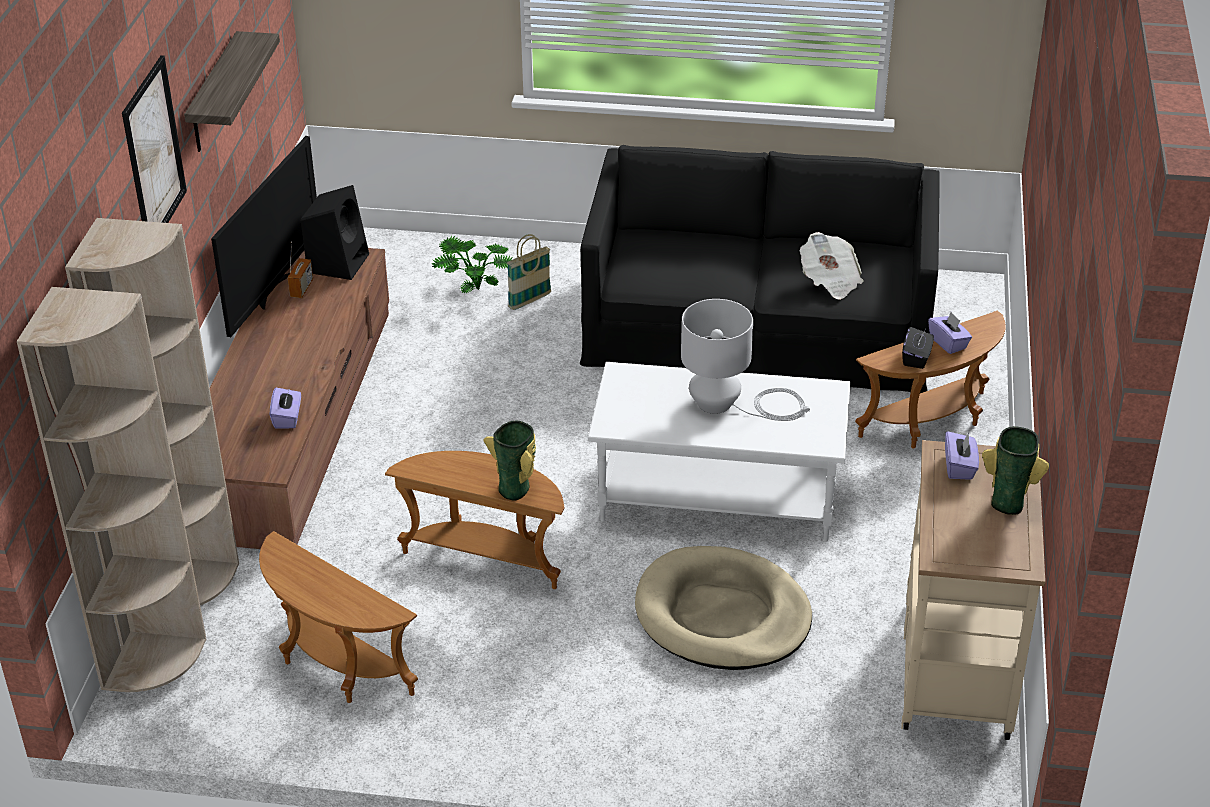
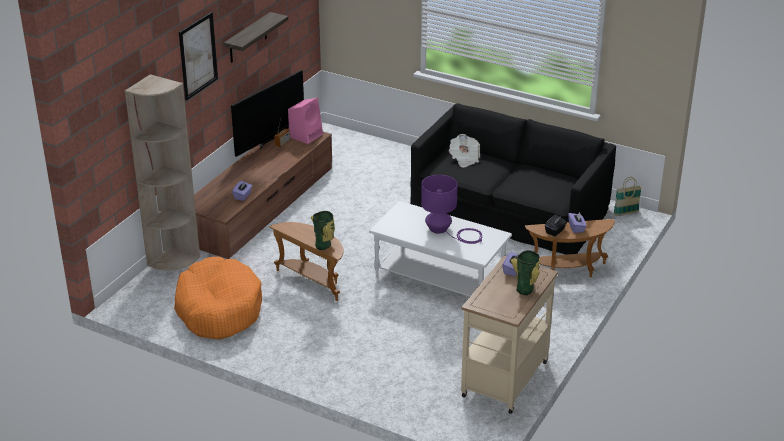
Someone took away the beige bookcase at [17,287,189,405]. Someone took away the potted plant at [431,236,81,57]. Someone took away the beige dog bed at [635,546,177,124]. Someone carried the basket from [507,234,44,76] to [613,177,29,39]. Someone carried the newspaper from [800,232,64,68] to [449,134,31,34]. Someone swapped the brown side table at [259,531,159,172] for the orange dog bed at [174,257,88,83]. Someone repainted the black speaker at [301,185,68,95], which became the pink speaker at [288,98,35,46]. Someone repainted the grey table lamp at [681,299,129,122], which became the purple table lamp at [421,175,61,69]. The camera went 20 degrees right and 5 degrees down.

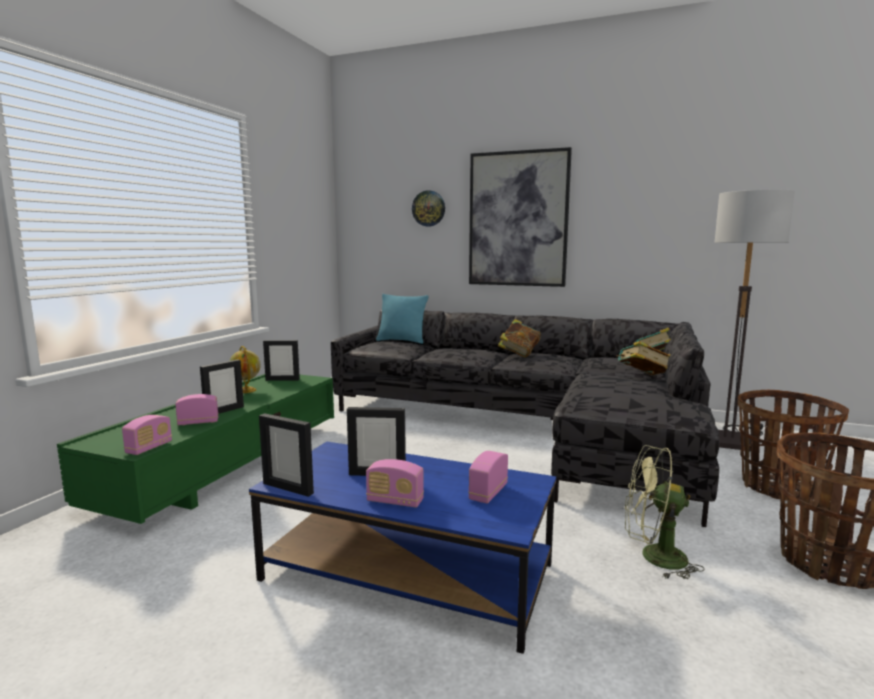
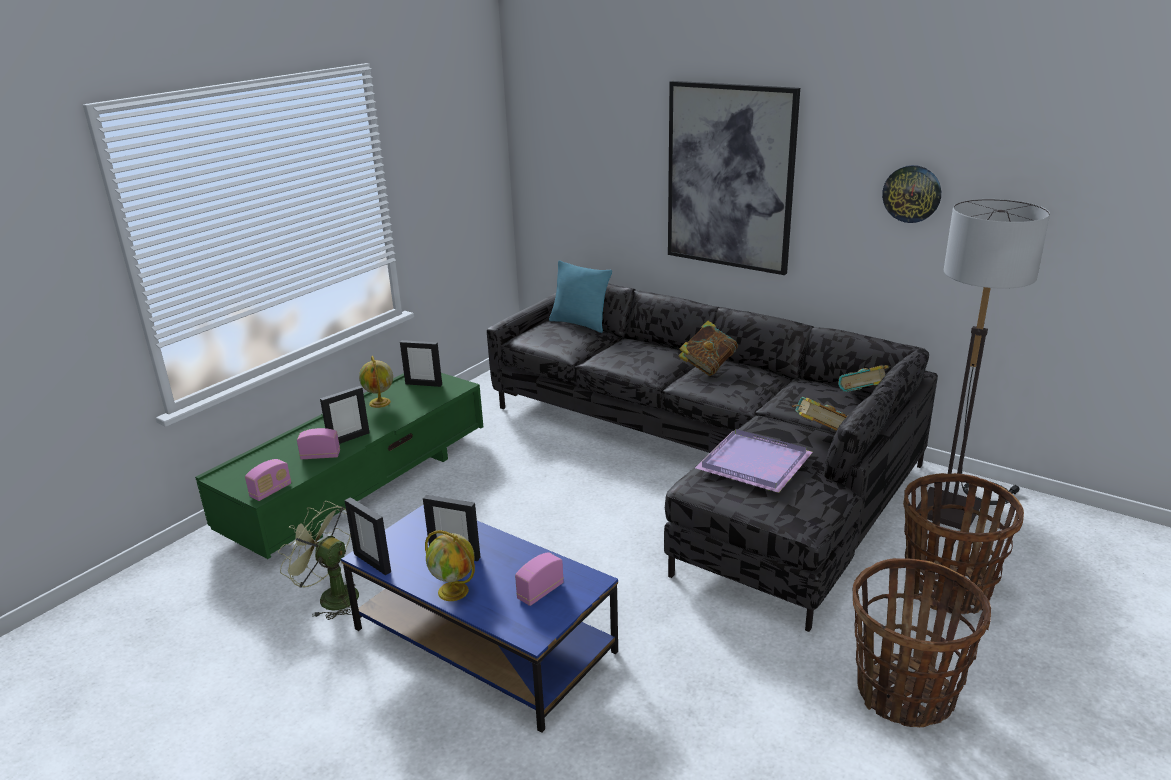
Someone put down the purple tray at [695,429,118,64]. Someone carried the wall clock from [412,190,33,37] to [882,165,59,58]. Someone carried the green fan from [625,445,80,134] to [278,501,81,119]. Someone swapped the radio at [366,459,58,49] for the globe at [425,530,50,71]. The camera went 15 degrees right and 15 degrees up.

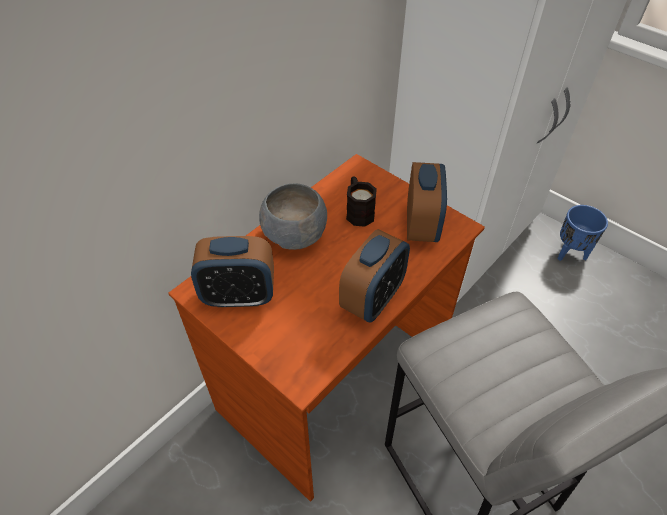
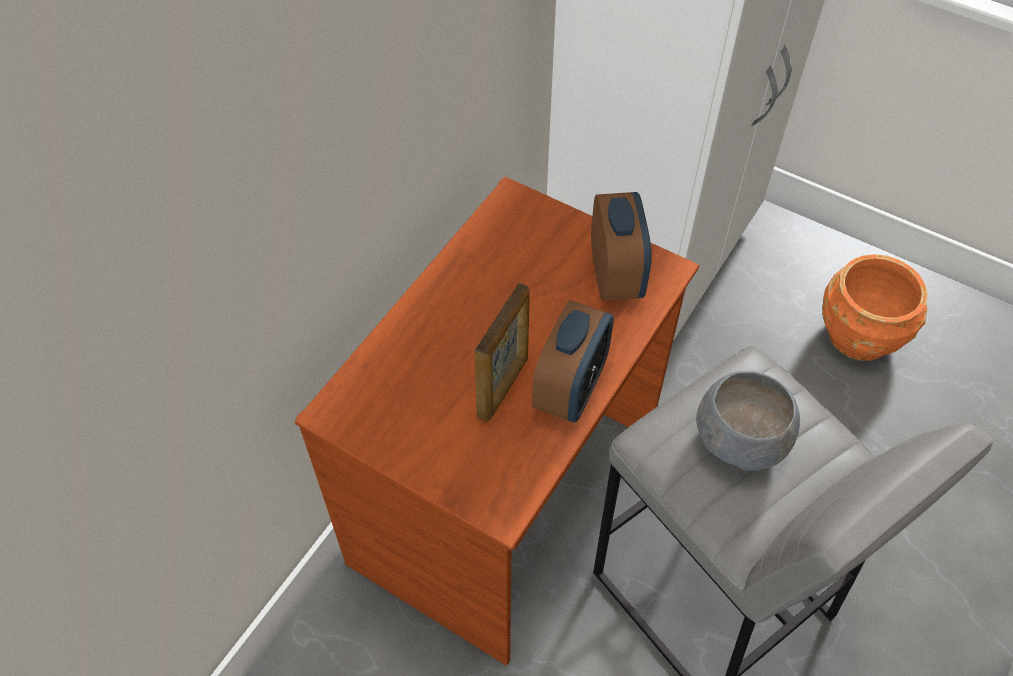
Someone took away the alarm clock at [191,236,83,72]. Someone took away the black mug at [346,177,31,50]. Someone took away the blue planter at [557,205,51,56]. Someone put down the picture frame at [474,283,56,138]. Someone put down the orange planter at [822,254,106,107]. Someone carried the grey bowl from [259,183,68,67] to [696,371,104,100]. The camera went 10 degrees left and 5 degrees up.

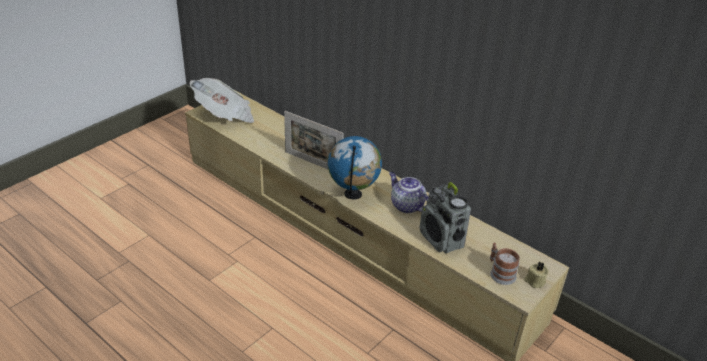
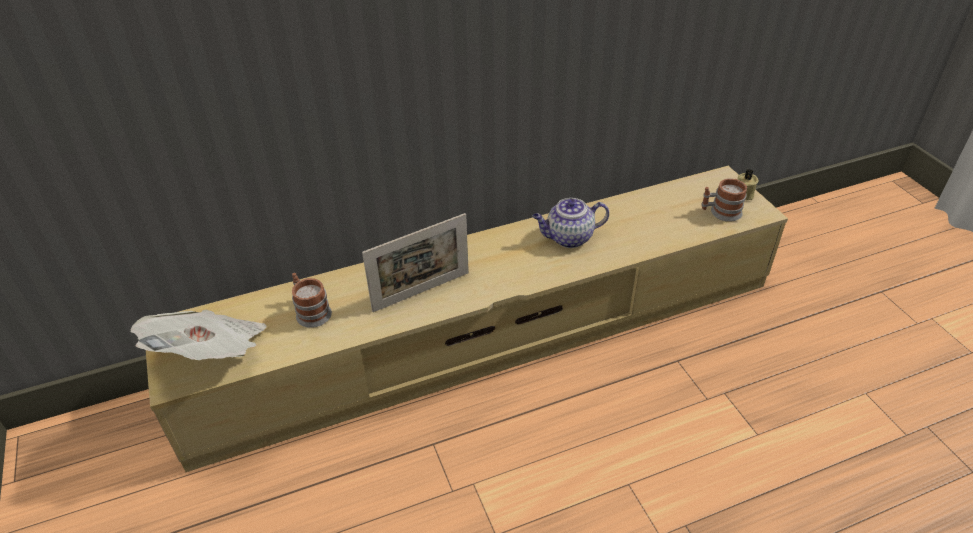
Someone took away the globe at [328,136,54,64]. Someone took away the radio at [420,182,51,71]. Someone put down the mug at [292,273,40,55]. The camera went 60 degrees left and 5 degrees up.

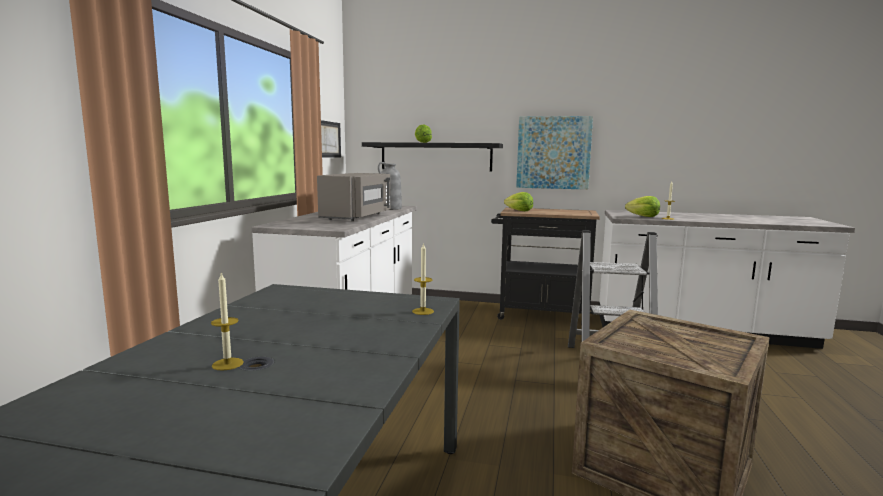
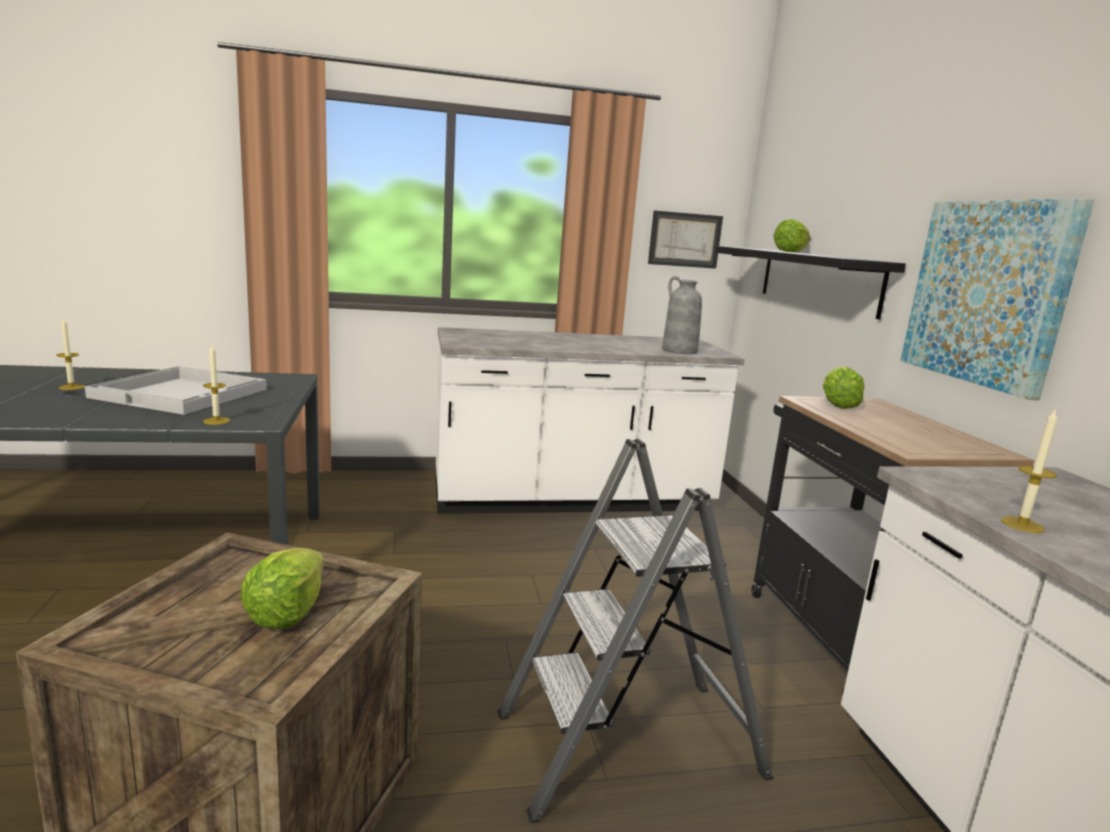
Someone took away the grey microwave at [317,173,73,48]. Someone put down the white tray at [85,366,182,49]. Someone carried the lettuce from [625,196,35,21] to [240,548,84,81]. The camera went 65 degrees right and 5 degrees up.

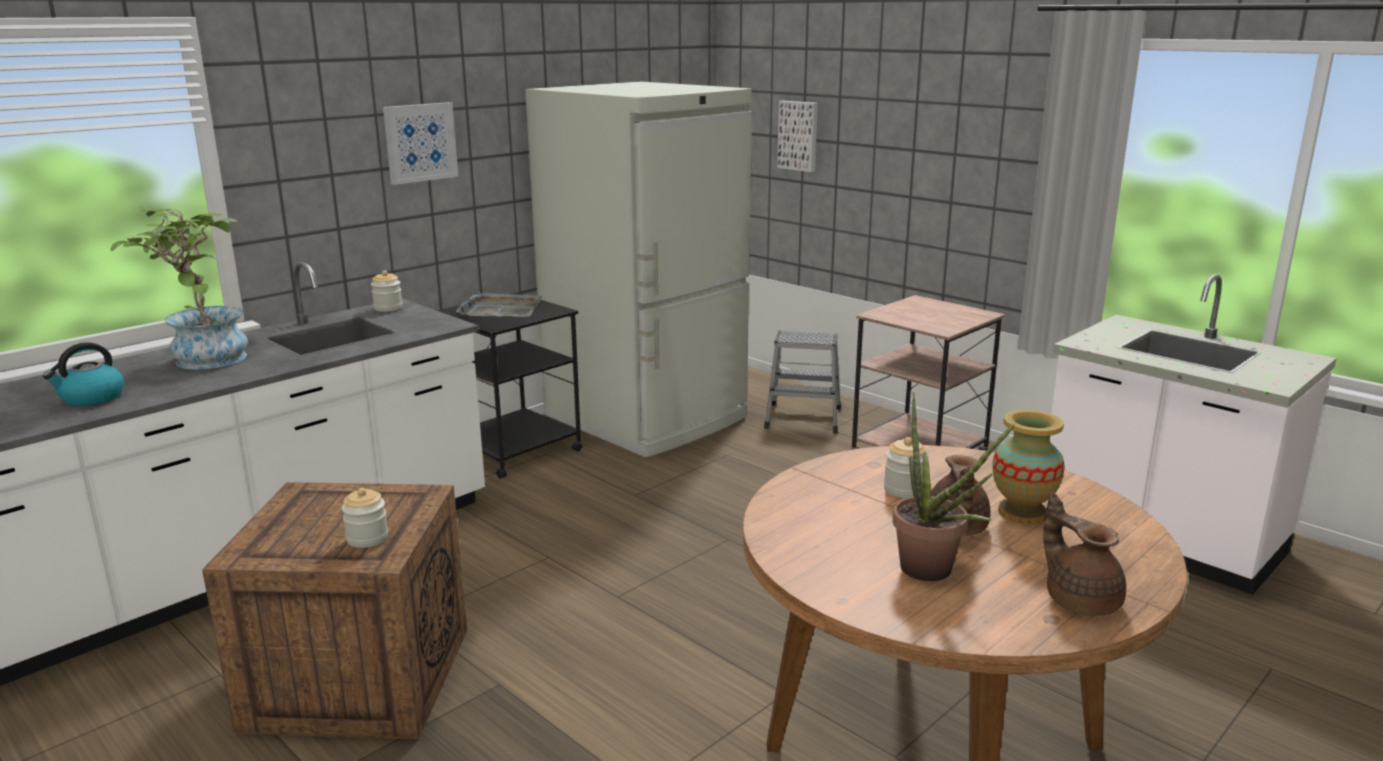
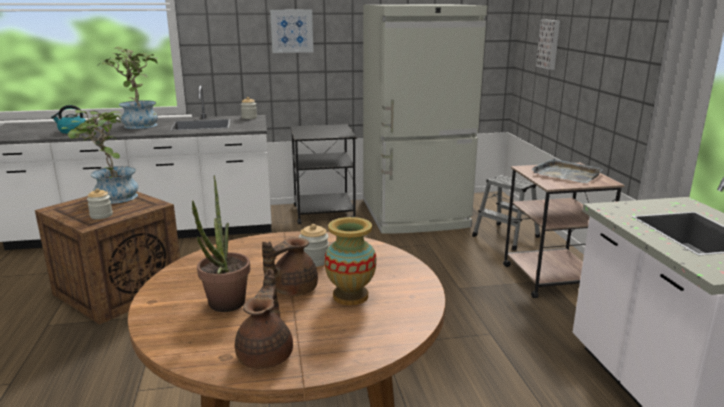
Someone put down the potted plant at [61,110,77,94]. Someone carried the grey tray from [456,292,86,25] to [531,158,72,25]. The camera went 35 degrees right and 0 degrees up.

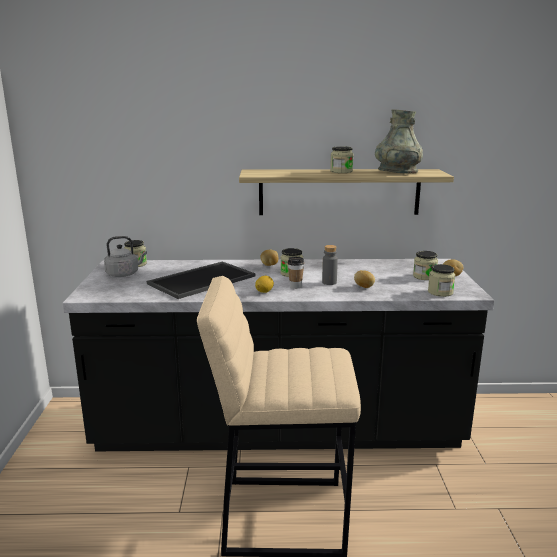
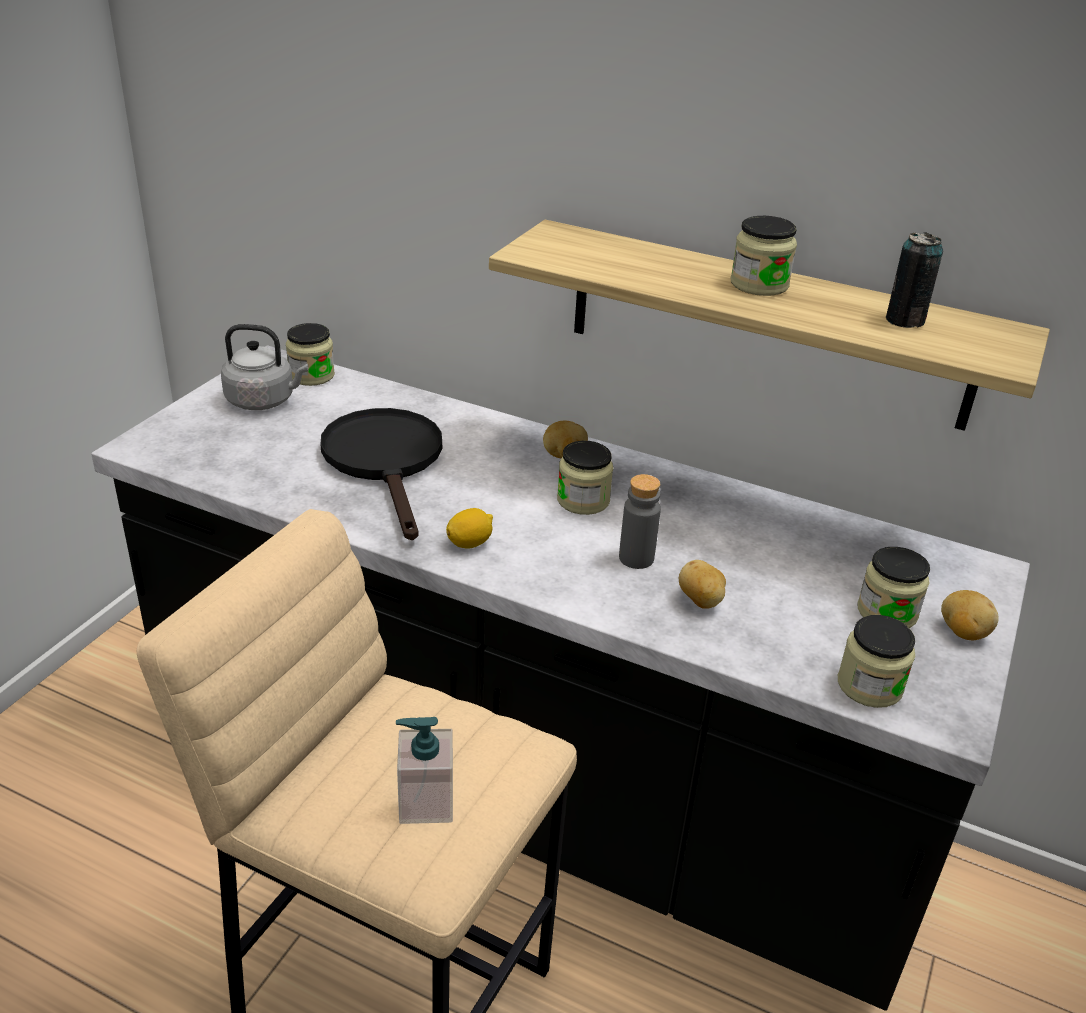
Someone took away the cup at [288,257,16,32]. Someone put down the soap dispenser at [396,717,57,107]. Someone swapped the tray at [147,261,108,38] for the black frying pan at [320,408,122,132]. Someone swapped the grey vase at [375,109,48,64] for the can at [886,232,57,96]. The camera went 25 degrees right and 15 degrees up.

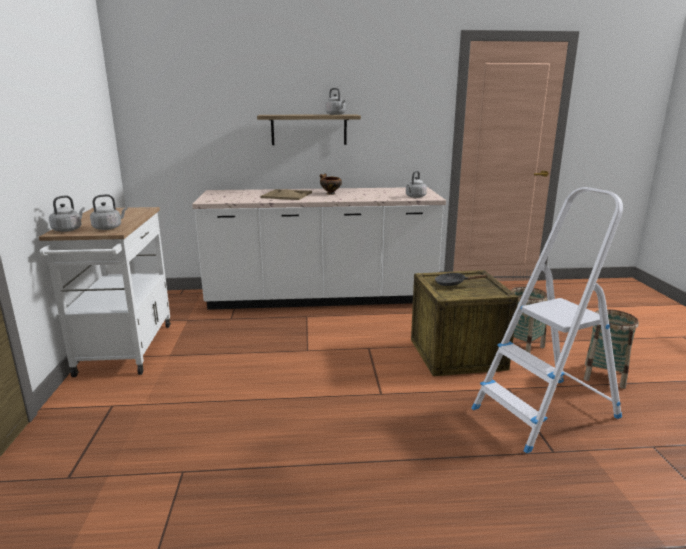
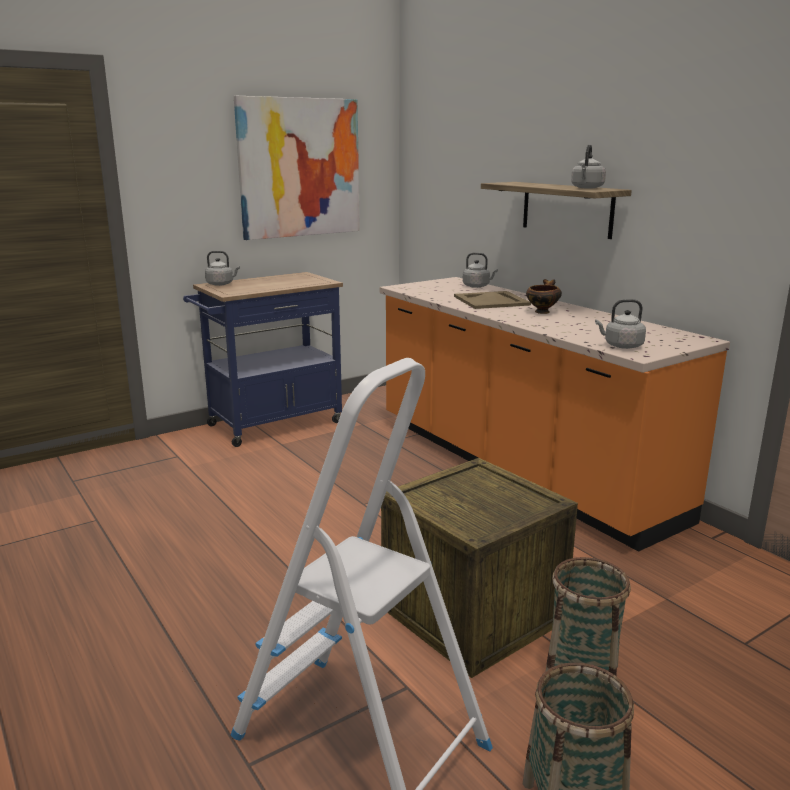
Someone took away the black frying pan at [435,273,53,13]. Someone put up the picture at [234,96,126,144]. Someone carried the grey kettle from [90,194,37,36] to [463,252,35,36]. Someone repainted the white cart at [39,207,132,170], which became the blue cart at [183,272,160,175]. Someone repainted the white counter at [192,187,254,123], which became the orange counter at [380,277,350,275]. The camera went 60 degrees right and 0 degrees up.

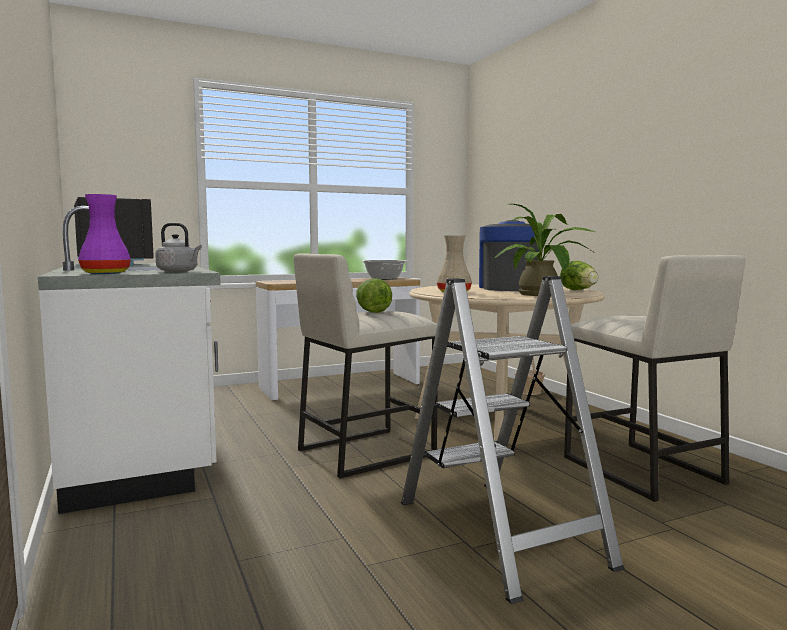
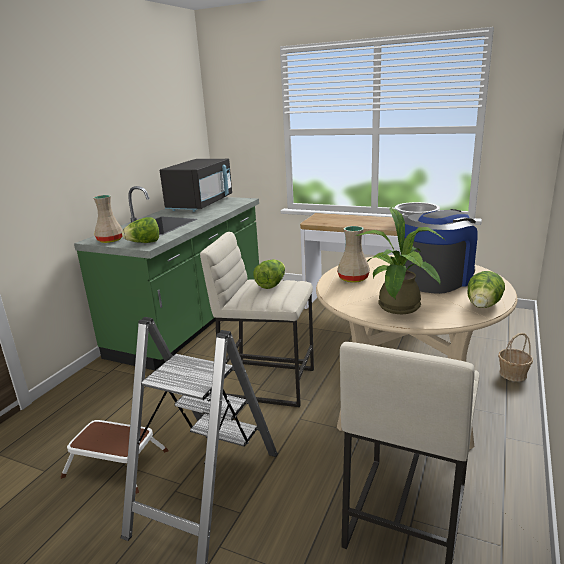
Someone put down the brown step ladder at [61,420,108,74]. Someone swapped the grey kettle at [155,223,47,49] for the lettuce at [122,217,37,26]. Someone repainted the white counter at [38,206,183,308], which became the green counter at [74,186,185,184]. Someone repainted the purple vase at [78,194,53,80], which became the beige vase at [93,195,30,48]. The camera went 50 degrees right and 15 degrees up.

